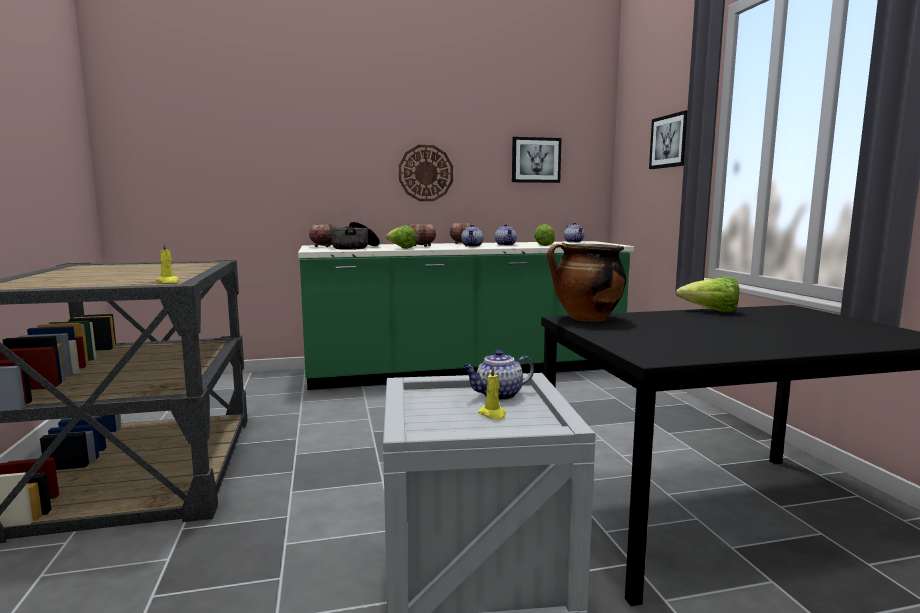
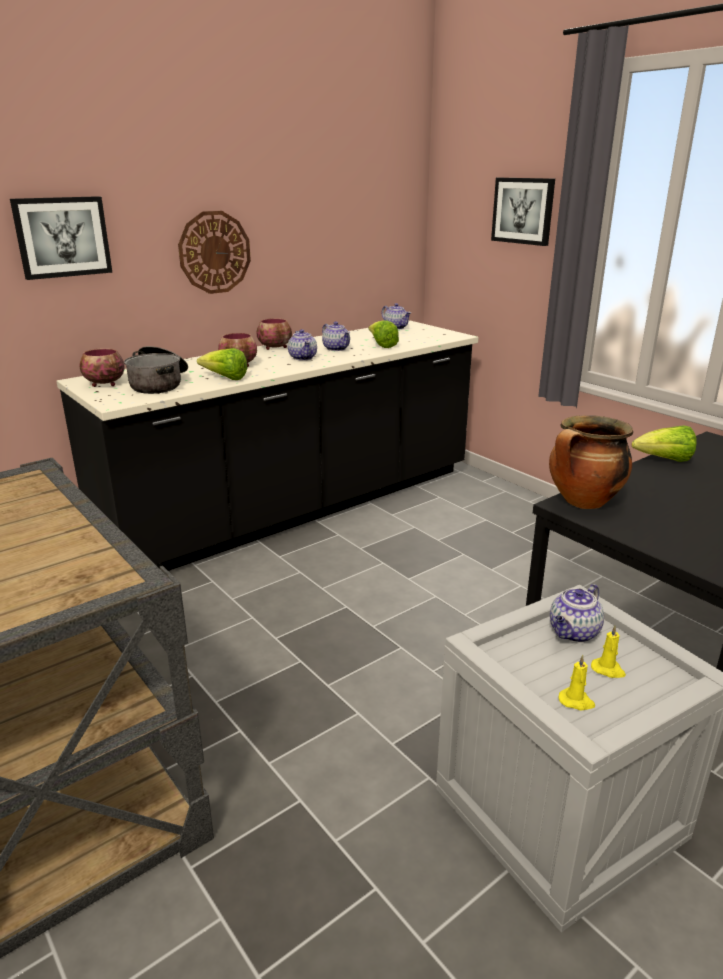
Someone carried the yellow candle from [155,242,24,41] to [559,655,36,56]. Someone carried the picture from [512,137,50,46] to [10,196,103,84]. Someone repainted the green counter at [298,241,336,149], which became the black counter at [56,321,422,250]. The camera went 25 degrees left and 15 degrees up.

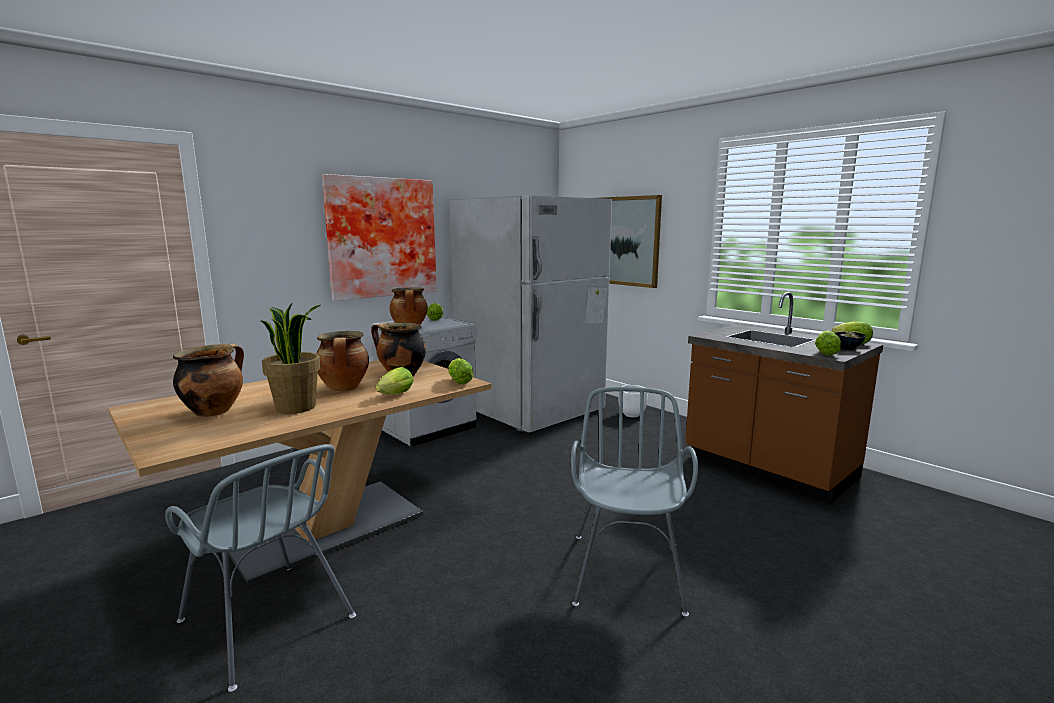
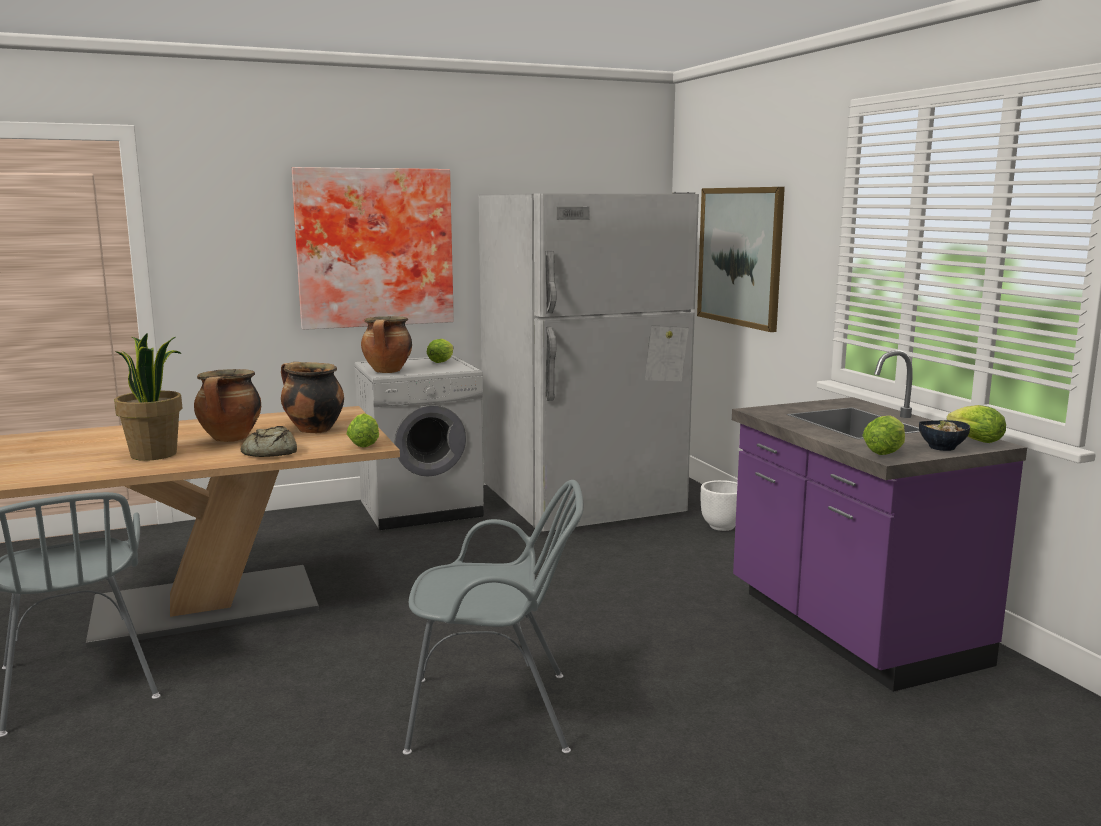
Someone took away the cooking pot at [173,344,71,73]. Someone swapped the lettuce at [376,367,38,28] for the bread at [240,426,57,31]. Someone repainted the brown counter at [685,292,198,211], which became the purple counter at [732,350,295,342]. Someone rotated the grey chair at [571,387,127,230] by 60 degrees clockwise. The camera went 20 degrees right and 0 degrees up.

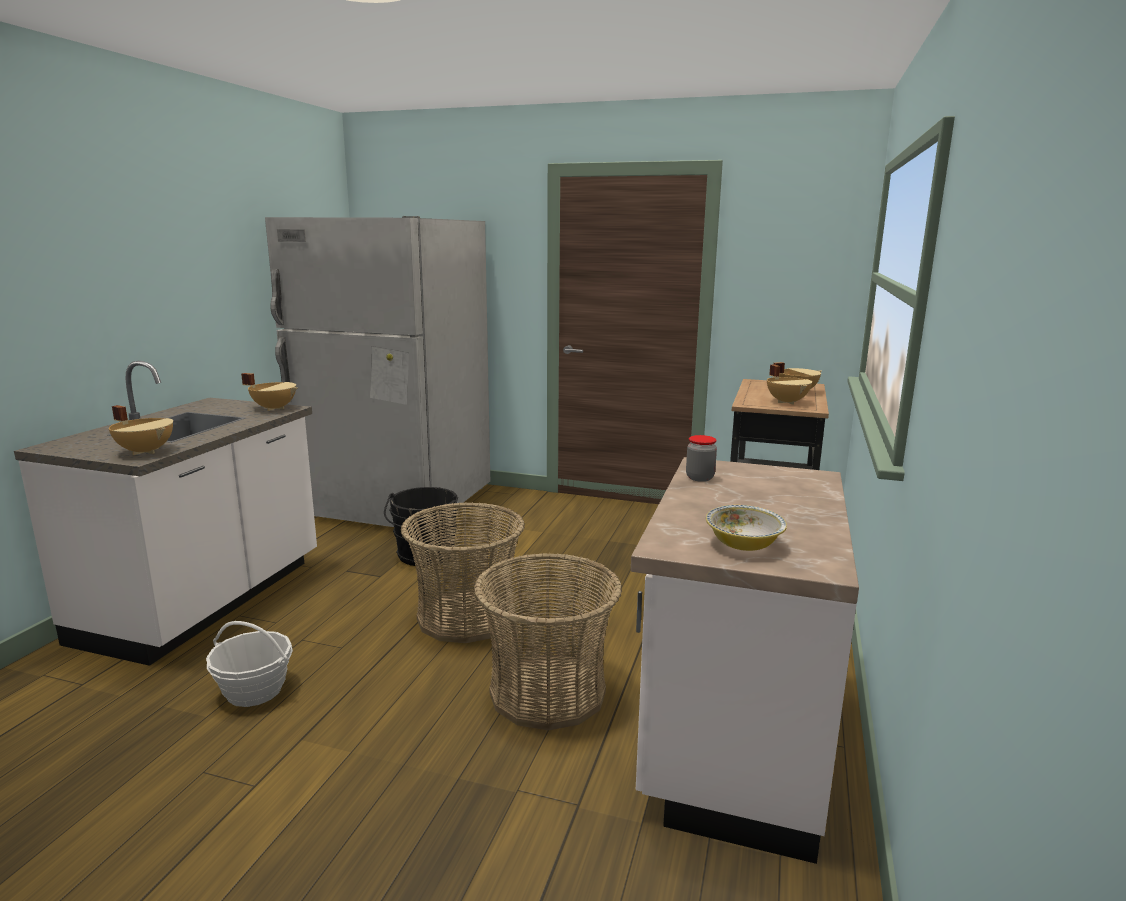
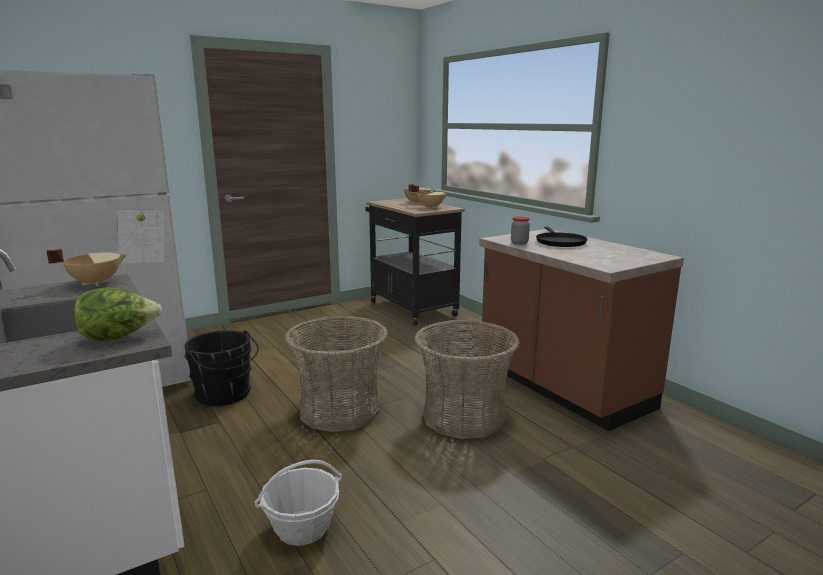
Someone took away the bowl at [706,505,81,46]. Someone put down the black frying pan at [536,226,51,21]. Someone swapped the beige cooking pot at [109,405,64,50] for the lettuce at [74,288,88,54]. Someone repainted the white counter at [631,457,228,407], which became the brown counter at [479,229,205,202]. The camera went 50 degrees left and 0 degrees up.

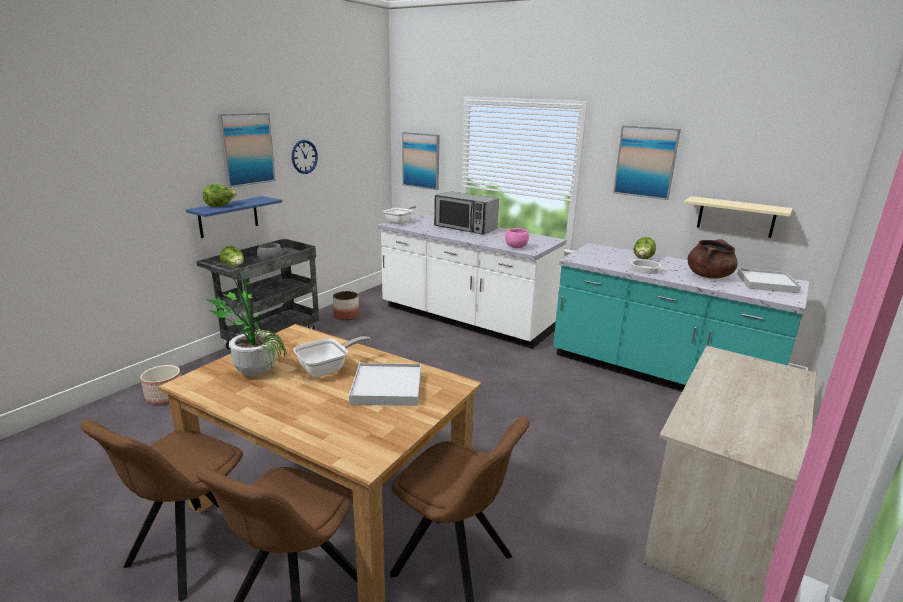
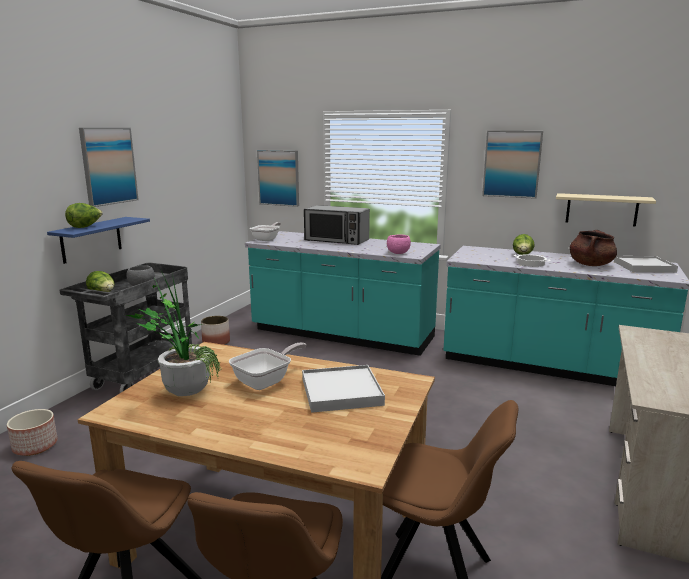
Someone took away the wall clock at [292,140,26,34]. Someone repainted the white counter at [378,213,188,136], which became the turquoise counter at [245,231,196,125]. The camera went 10 degrees left and 5 degrees down.

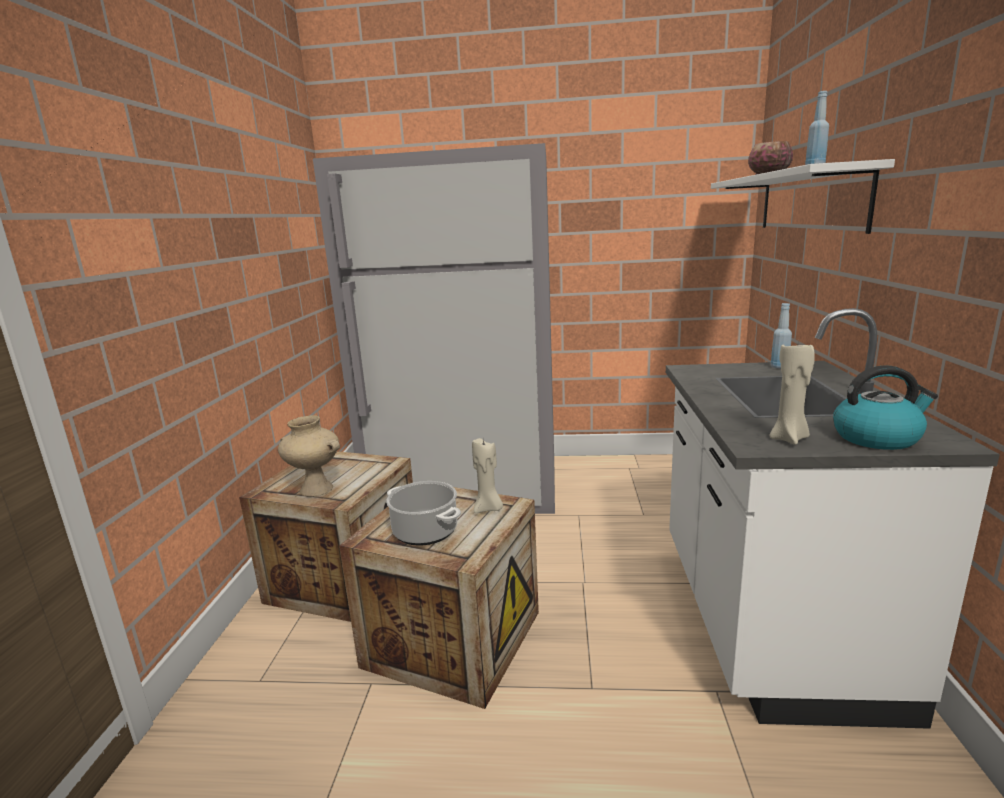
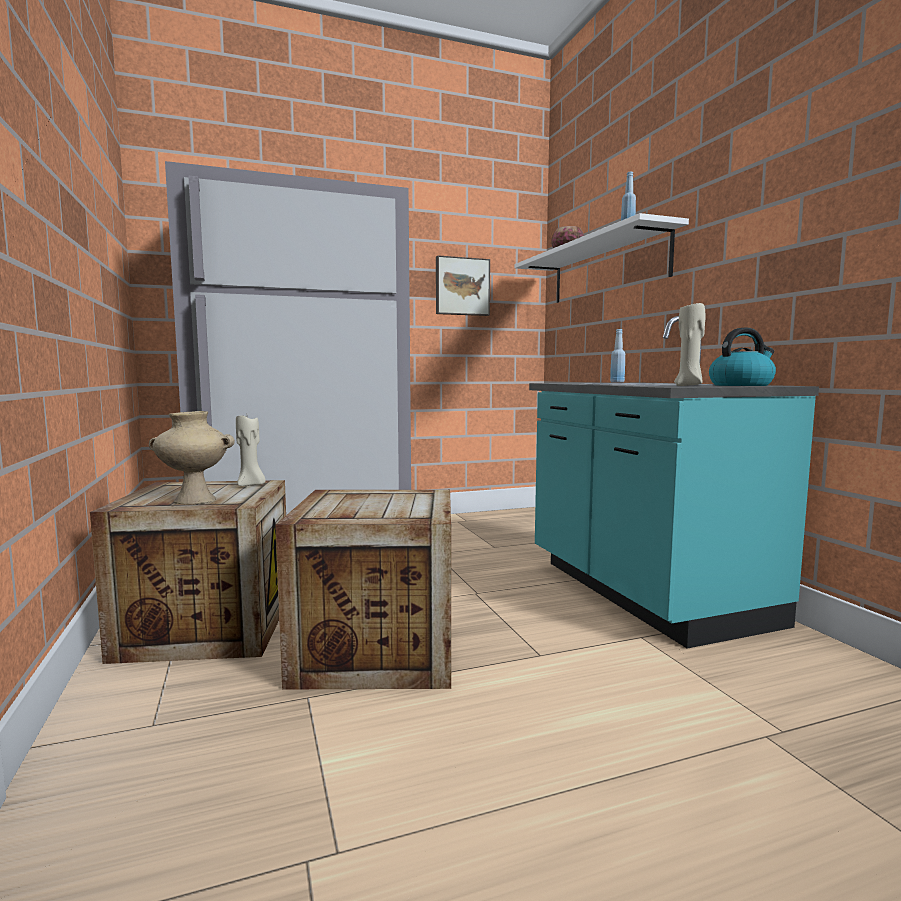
Someone took away the cooking pot at [386,481,75,65]. Someone put up the picture at [436,255,54,61]. Someone carried the beige candle from [472,438,31,75] to [236,415,30,71]. Someone repainted the white counter at [666,308,334,421], which became the turquoise counter at [529,316,290,332]. The camera went 25 degrees left and 10 degrees down.

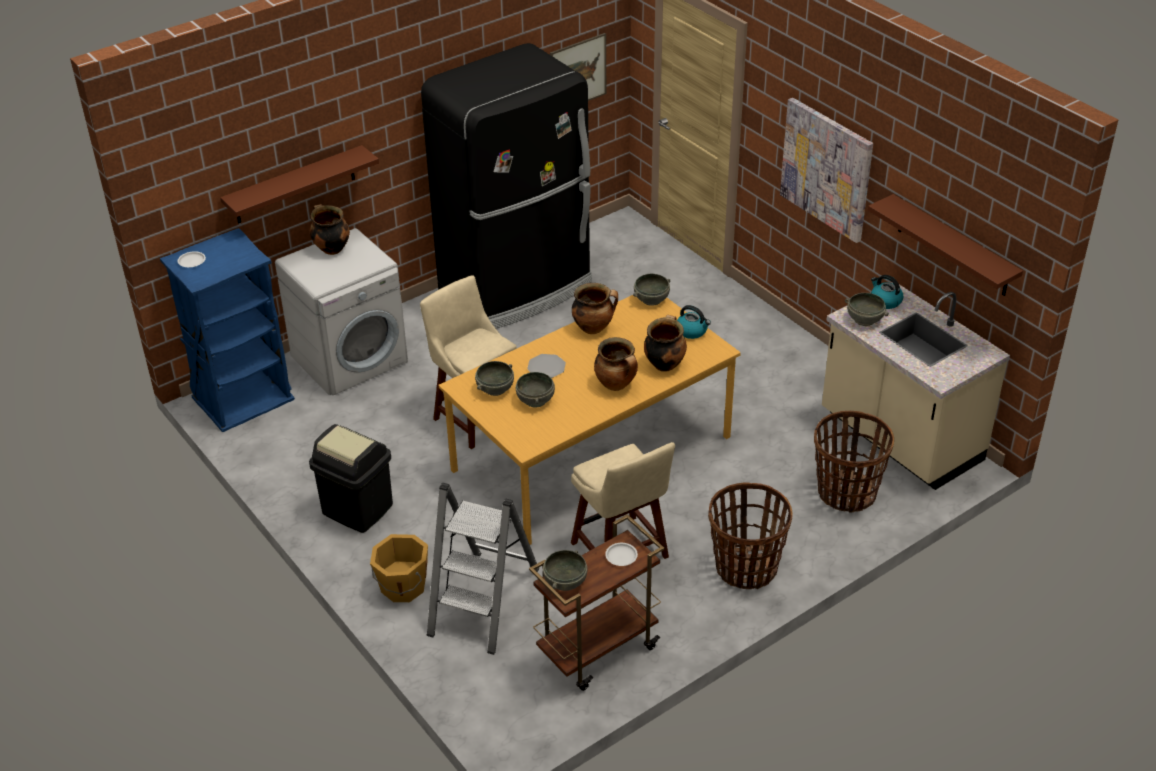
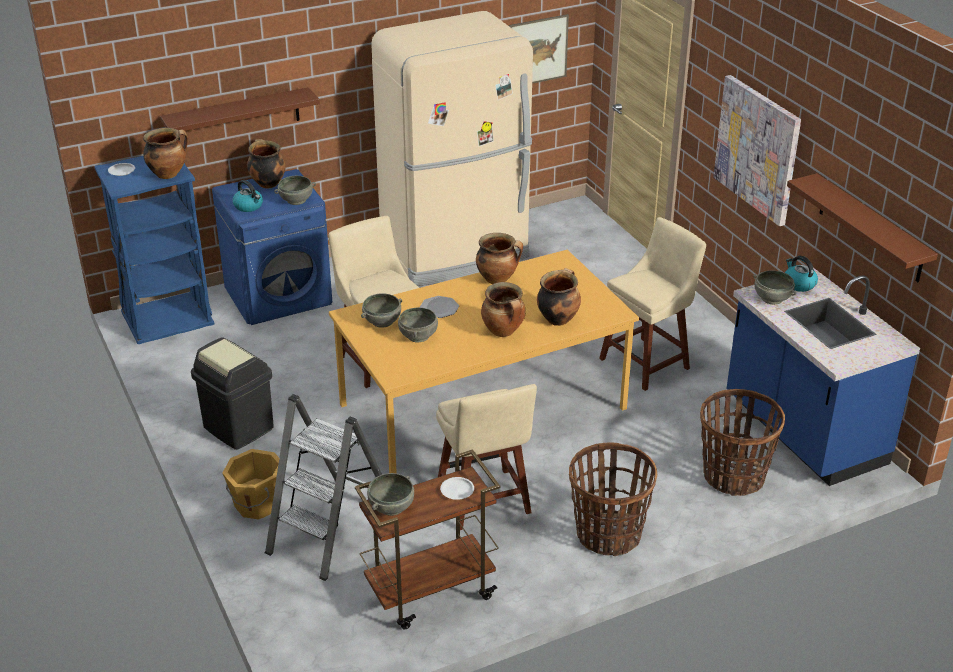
Someone put down the cooking pot at [143,128,45,51]. Someone put down the beige chair at [599,217,107,174]. Someone carried the grey bowl from [633,274,37,32] to [274,176,42,29]. Someone carried the kettle from [677,305,34,34] to [233,180,30,32]. Someone repainted the white washing machine at [275,228,133,167], which became the blue washing machine at [212,169,120,156]. Someone repainted the black fridge at [421,43,171,285], which became the beige fridge at [371,11,162,275]. Someone repainted the beige counter at [822,285,188,205], which became the blue counter at [726,268,194,218]. The camera went 10 degrees right and 5 degrees down.

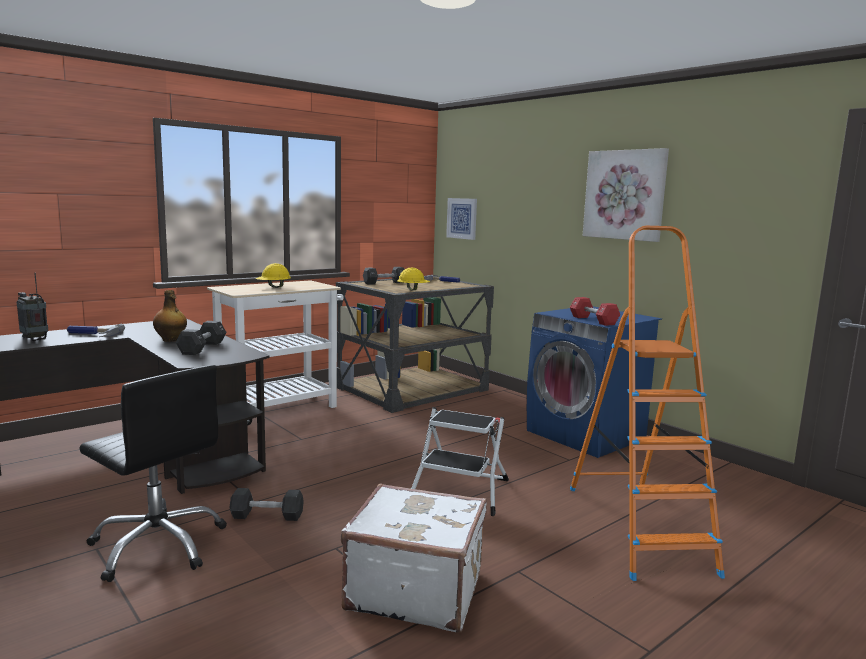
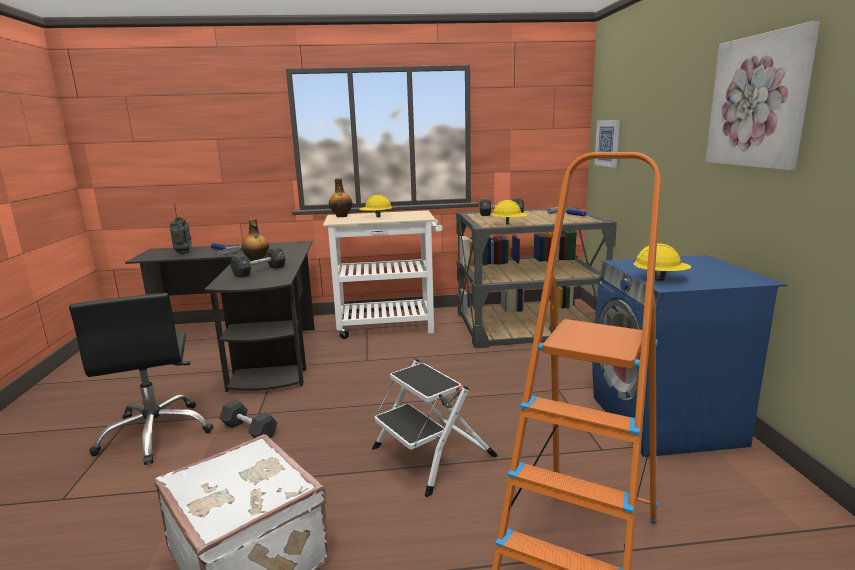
Someone put down the bottle at [329,178,23,39]. Someone swapped the red dumbbell at [570,297,50,29] for the yellow hard hat at [633,243,58,38]. The camera went 35 degrees right and 5 degrees up.

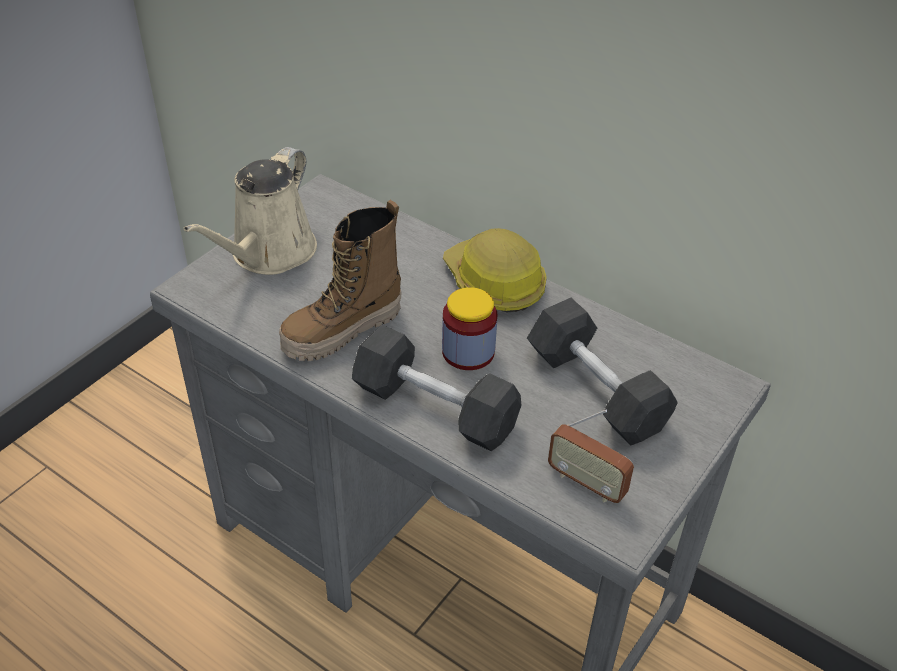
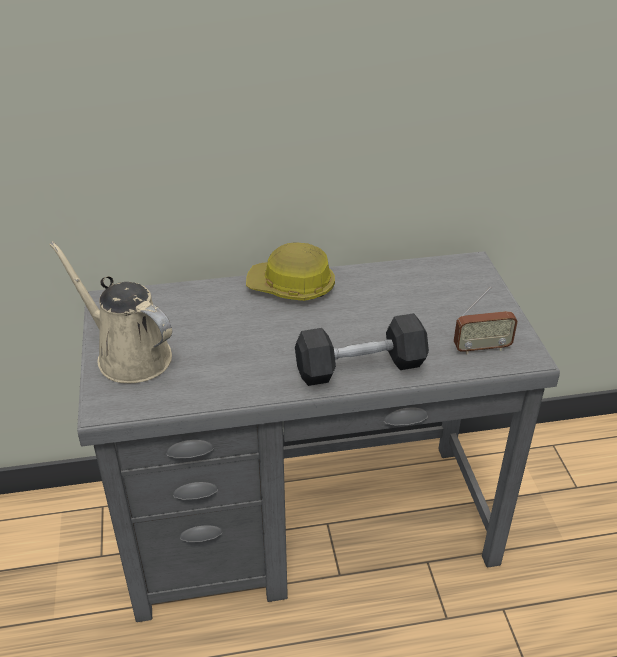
Someone took away the boot at [279,200,122,161]. Someone took away the jar at [442,287,55,83]. Someone took away the grey dumbbell at [527,298,151,148]. Someone rotated the beige watering can at [183,147,134,128] by 150 degrees clockwise. The camera went 45 degrees left and 5 degrees down.

